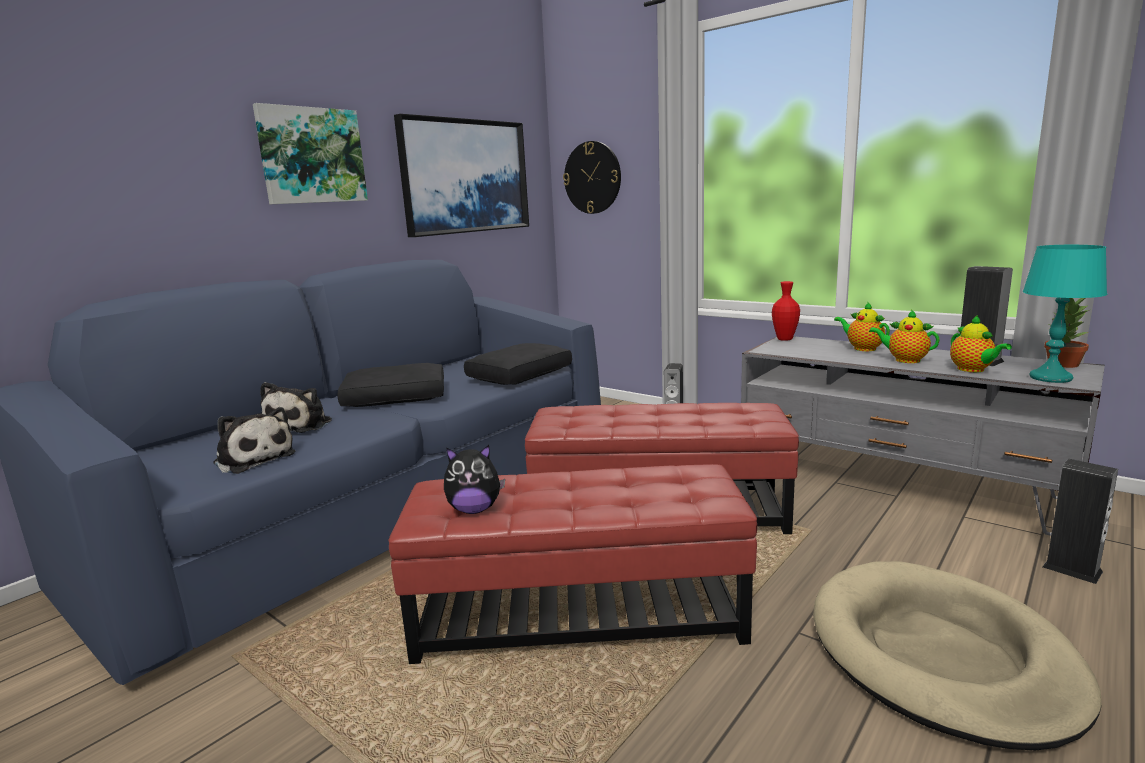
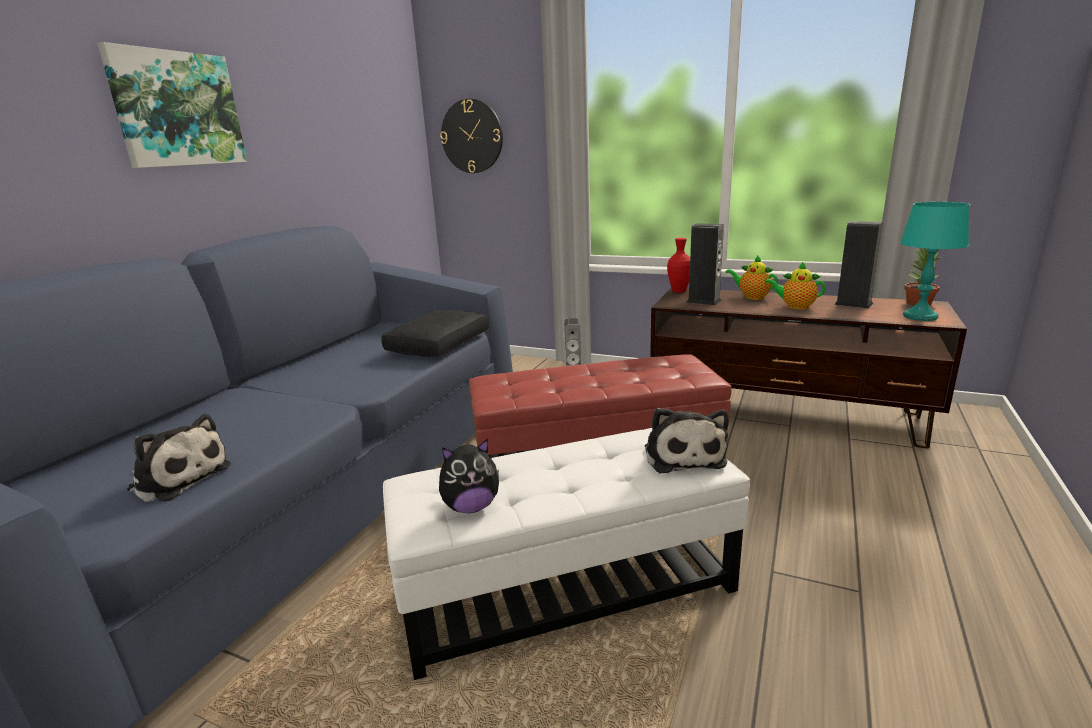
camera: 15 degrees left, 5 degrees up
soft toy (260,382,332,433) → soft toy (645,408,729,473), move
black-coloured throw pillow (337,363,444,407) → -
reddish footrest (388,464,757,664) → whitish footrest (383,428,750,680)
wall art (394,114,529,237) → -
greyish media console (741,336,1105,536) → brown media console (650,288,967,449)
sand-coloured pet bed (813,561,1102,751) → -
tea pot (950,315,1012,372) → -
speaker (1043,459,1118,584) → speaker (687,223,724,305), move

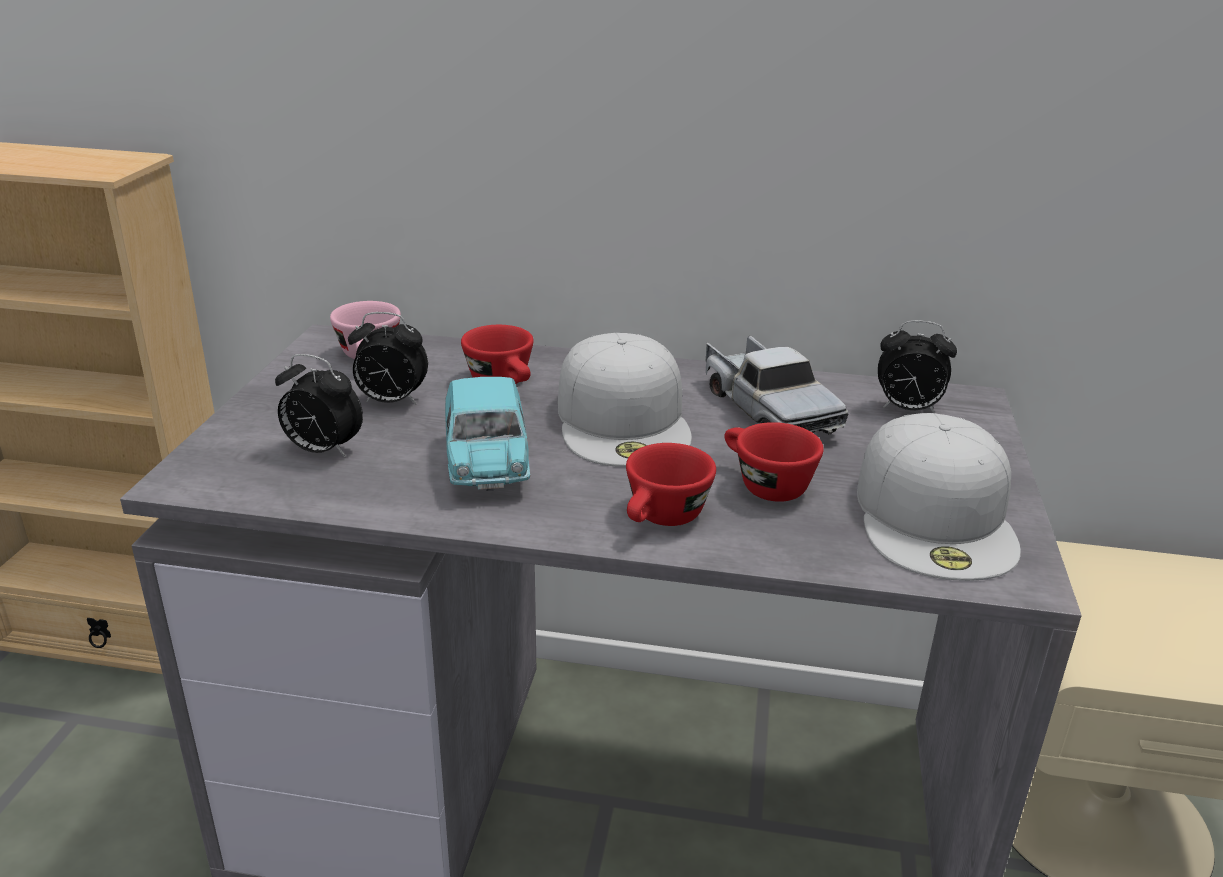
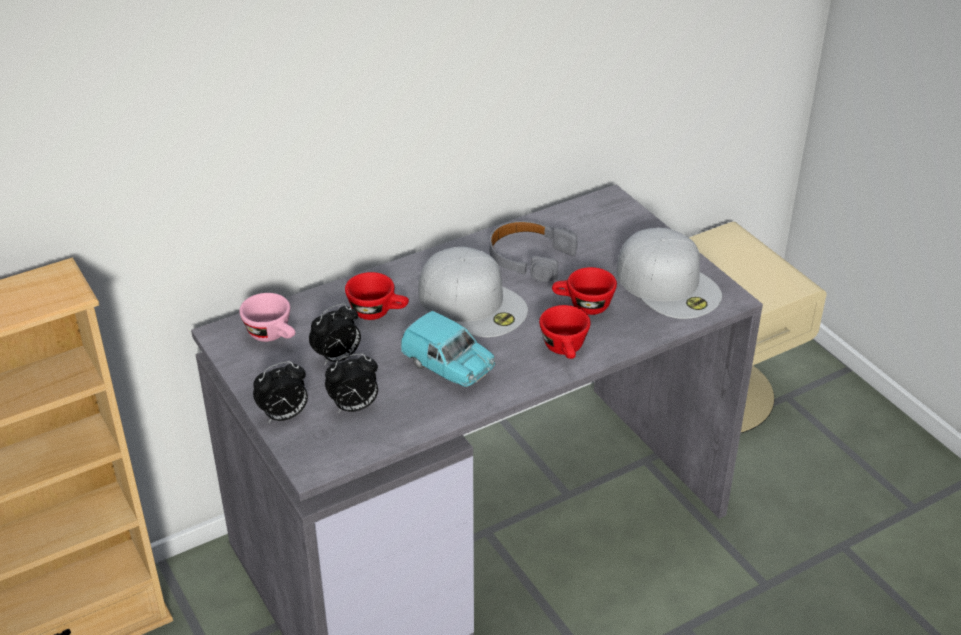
camera: 40 degrees left, 10 degrees up
model truck (706,336,849,435) → greyish headphones (490,221,578,282)
bedside clock (878,320,957,413) → bedside clock (253,361,308,423), move

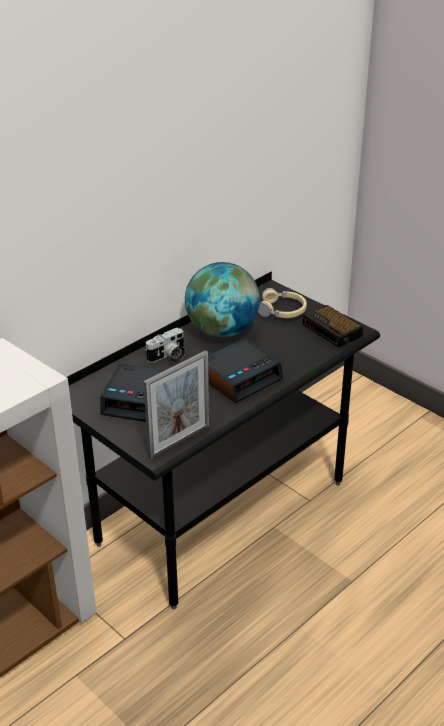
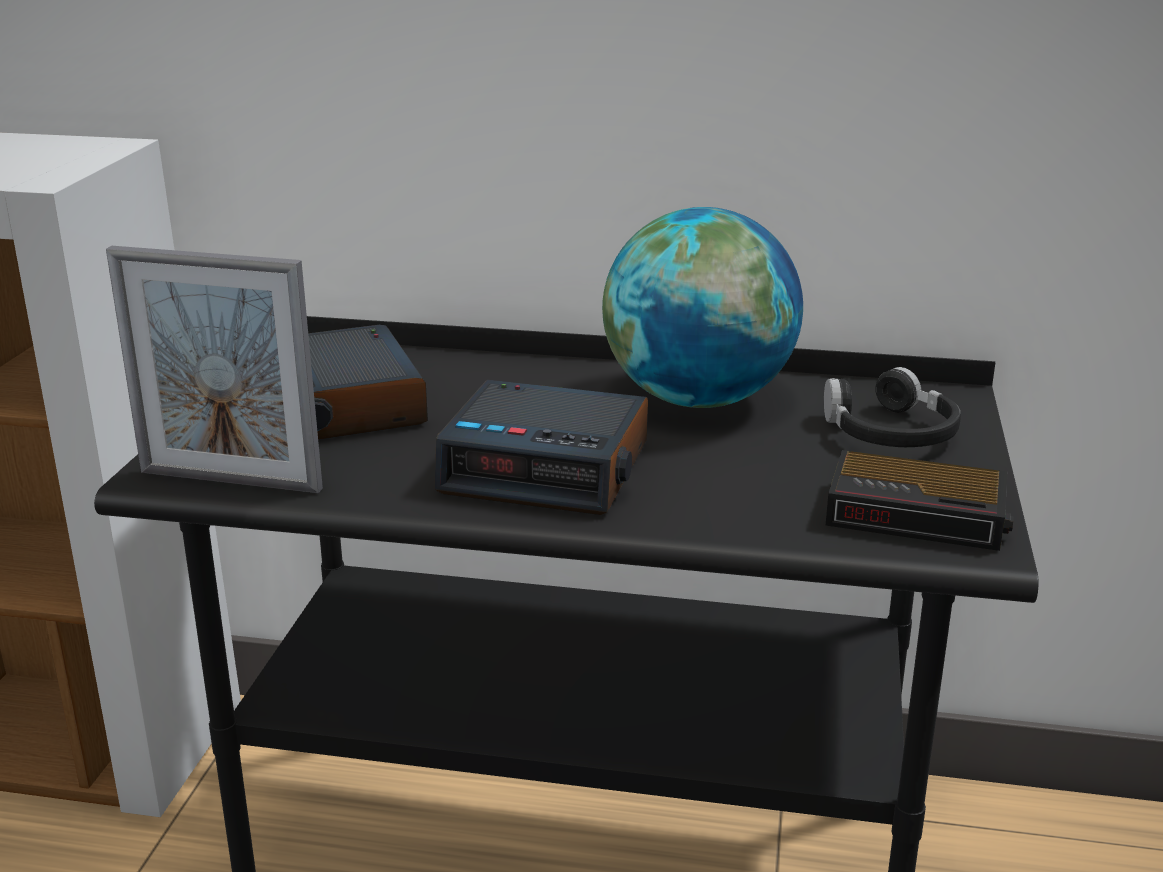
camera: 55 degrees right, 10 degrees down
still camera (145,328,185,363) → -
sand-coloured headphones (258,288,307,318) → black-coloured headphones (824,367,961,447)
bedside clock (303,305,363,347) → bedside clock (825,450,1014,551), 90 degrees counterclockwise

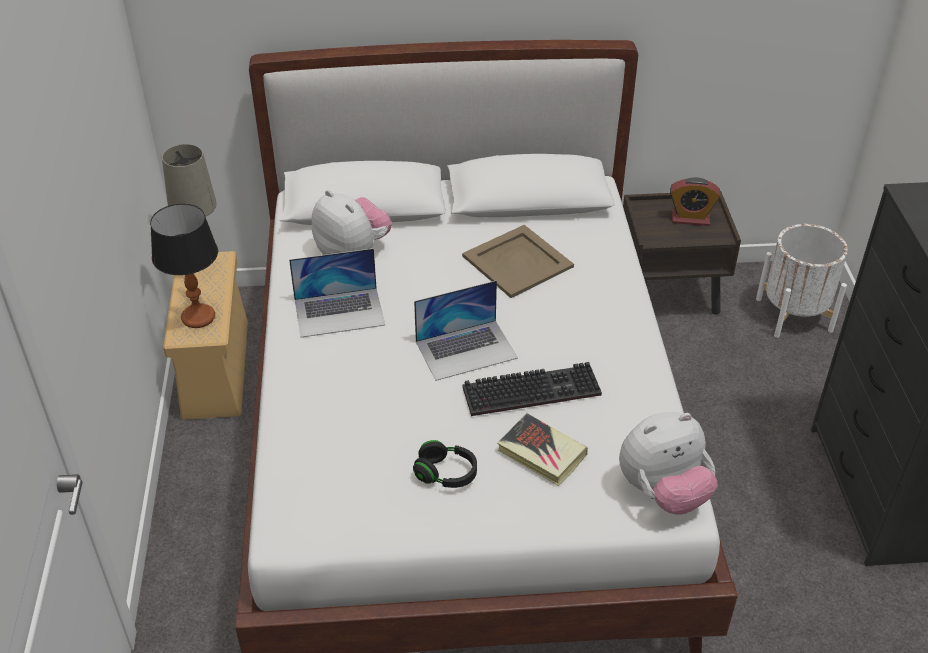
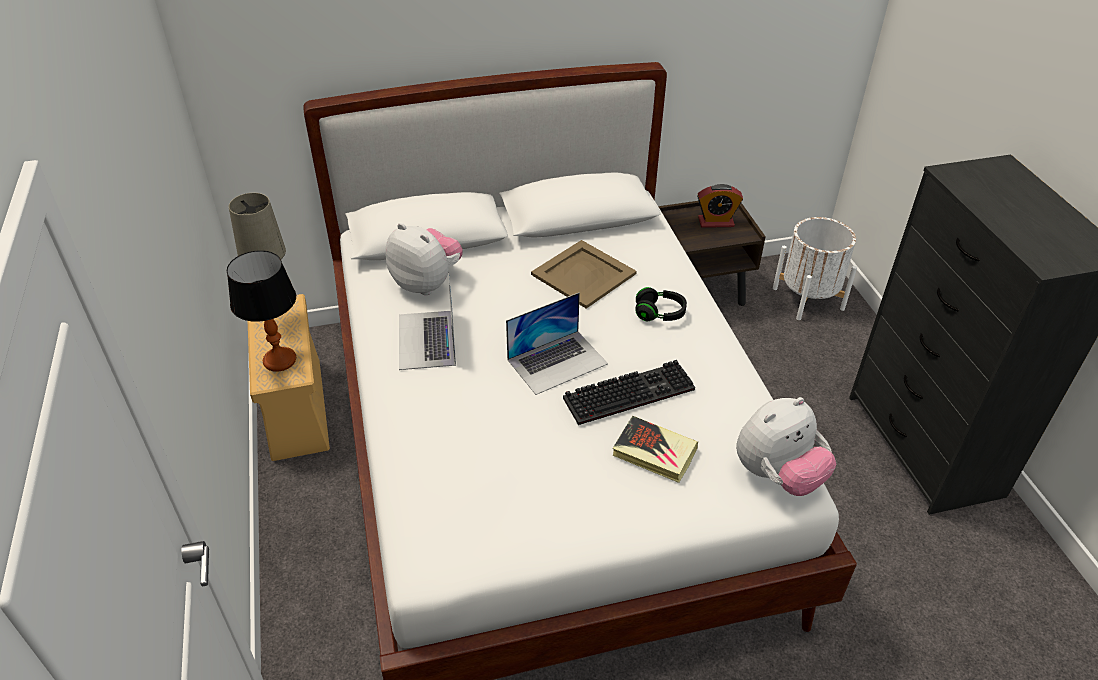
camera: 10 degrees left, 0 degrees up
notebook computer (289,248,385,337) → notebook computer (399,272,456,370), 105 degrees clockwise
black-coloured headphones (413,440,477,488) → black-coloured headphones (636,287,687,321), move

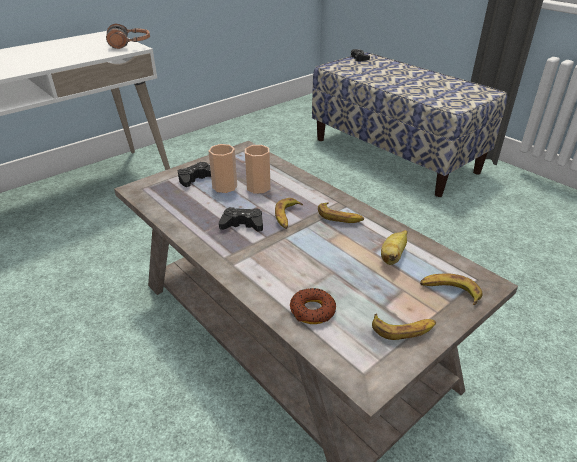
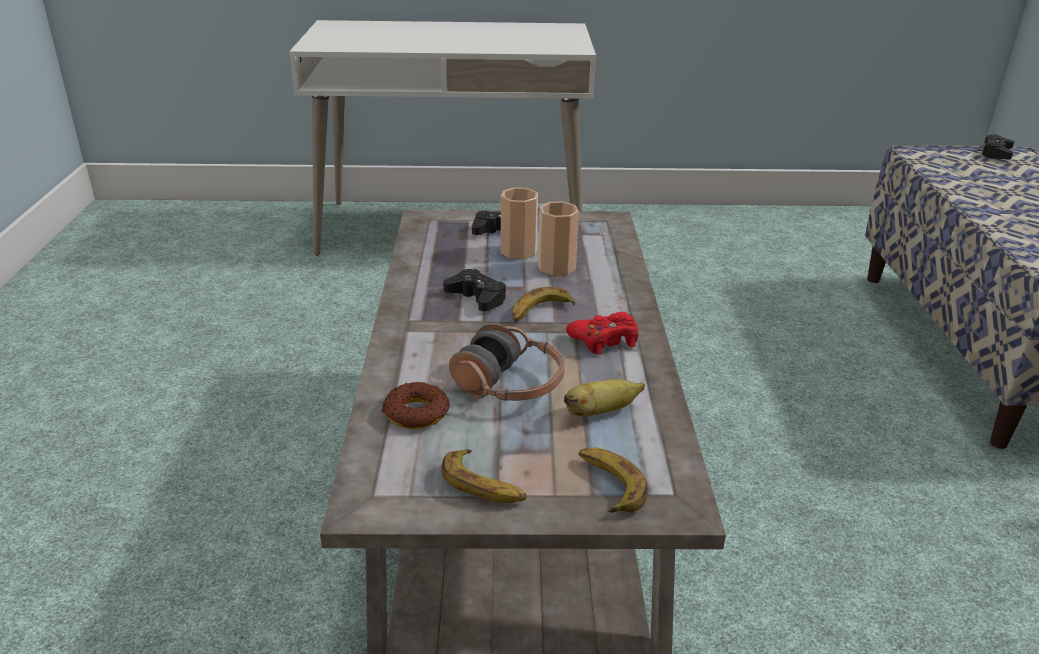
camera: 40 degrees right, 5 degrees down
headphones (106,24,150,49) → headphones (449,324,565,401), move
banana (318,202,364,223) → reddish joypad (566,312,638,355)

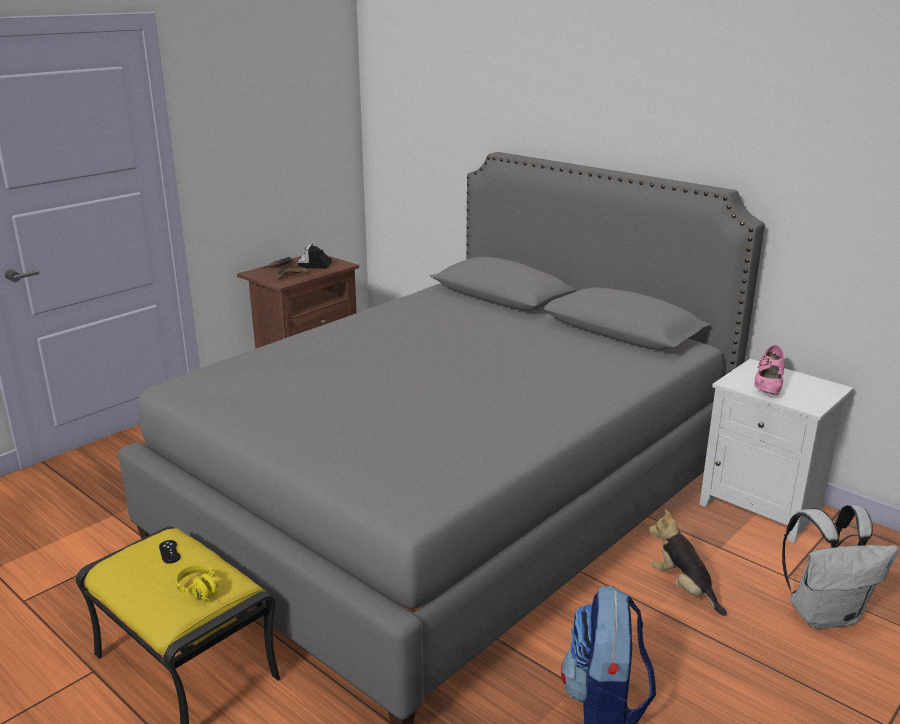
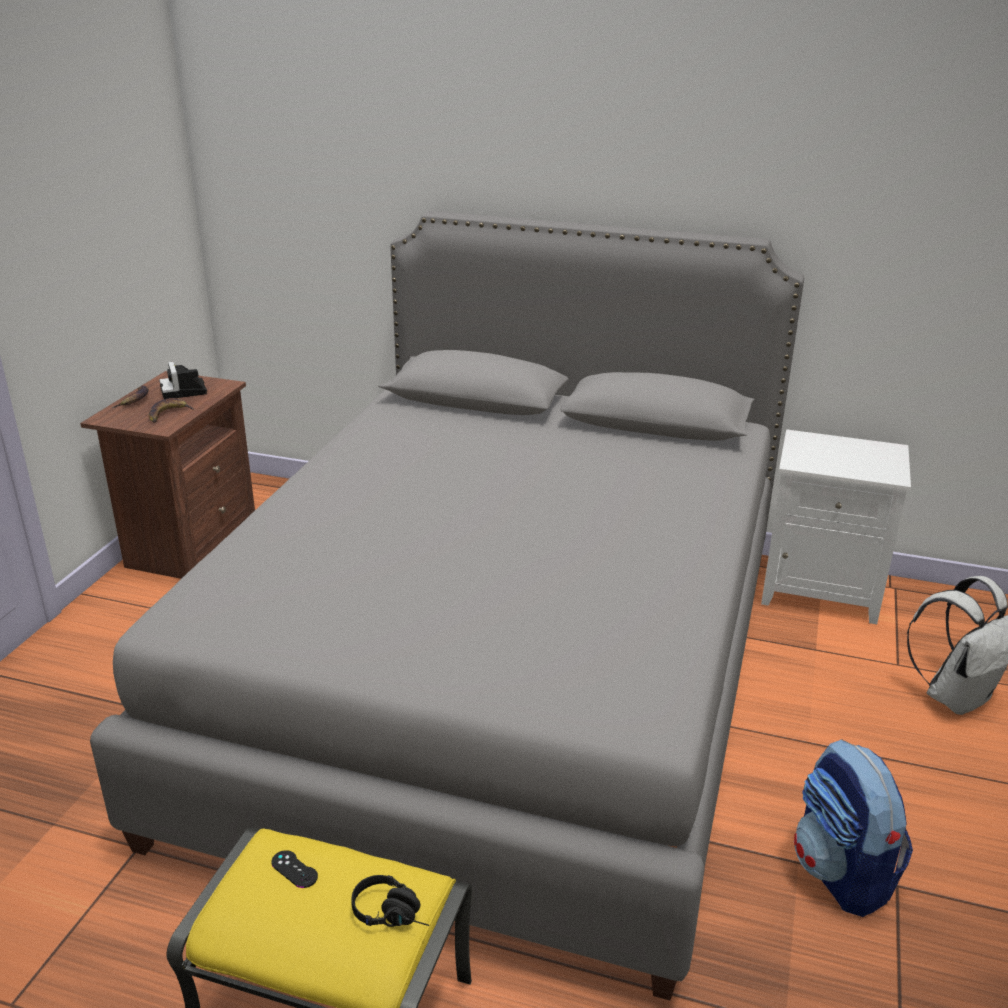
camera: 25 degrees left, 5 degrees up
yellowish headphones (176,565,218,602) → black-coloured headphones (351,875,429,927)
soft toy (649,509,727,616) → -
pinkish item of footwear (754,345,785,395) → -

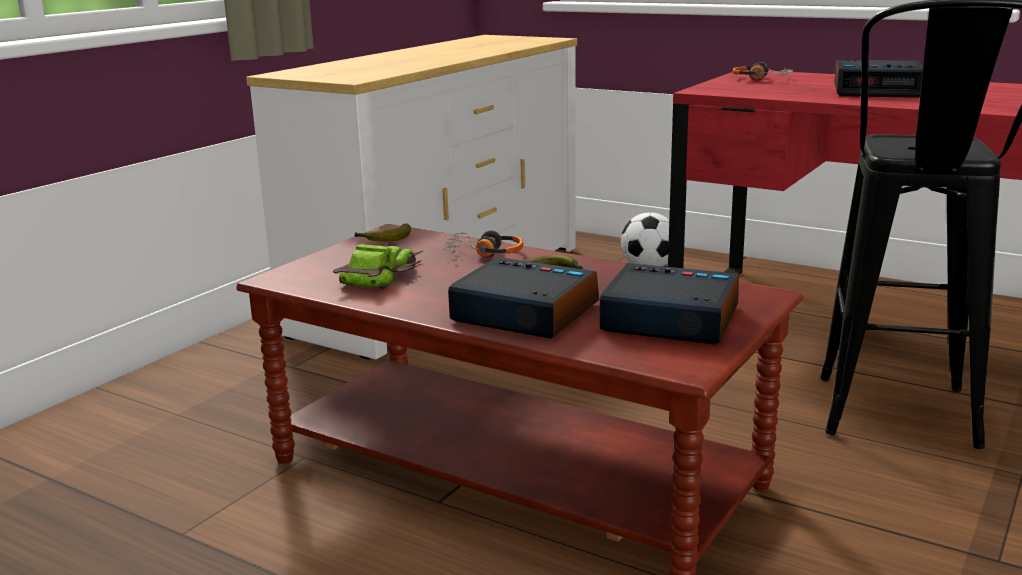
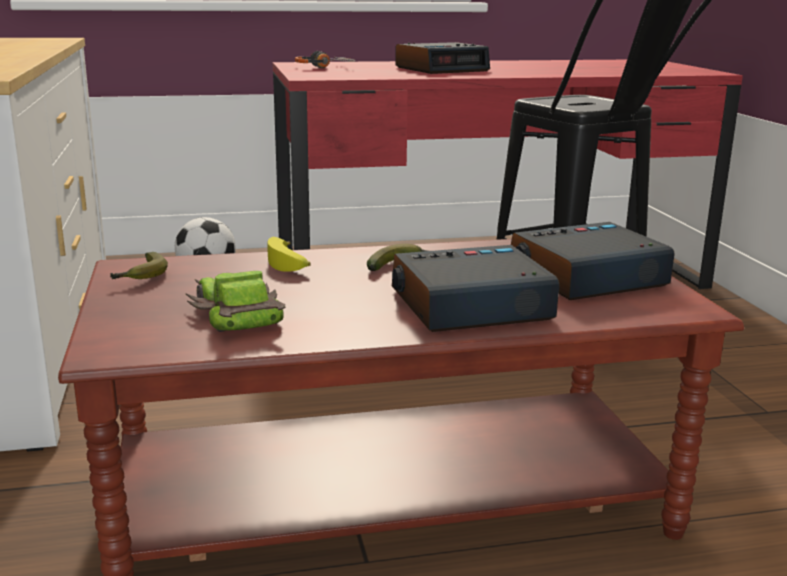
camera: 45 degrees left, 0 degrees up
headphones (444,230,523,258) → banana (267,237,311,272)

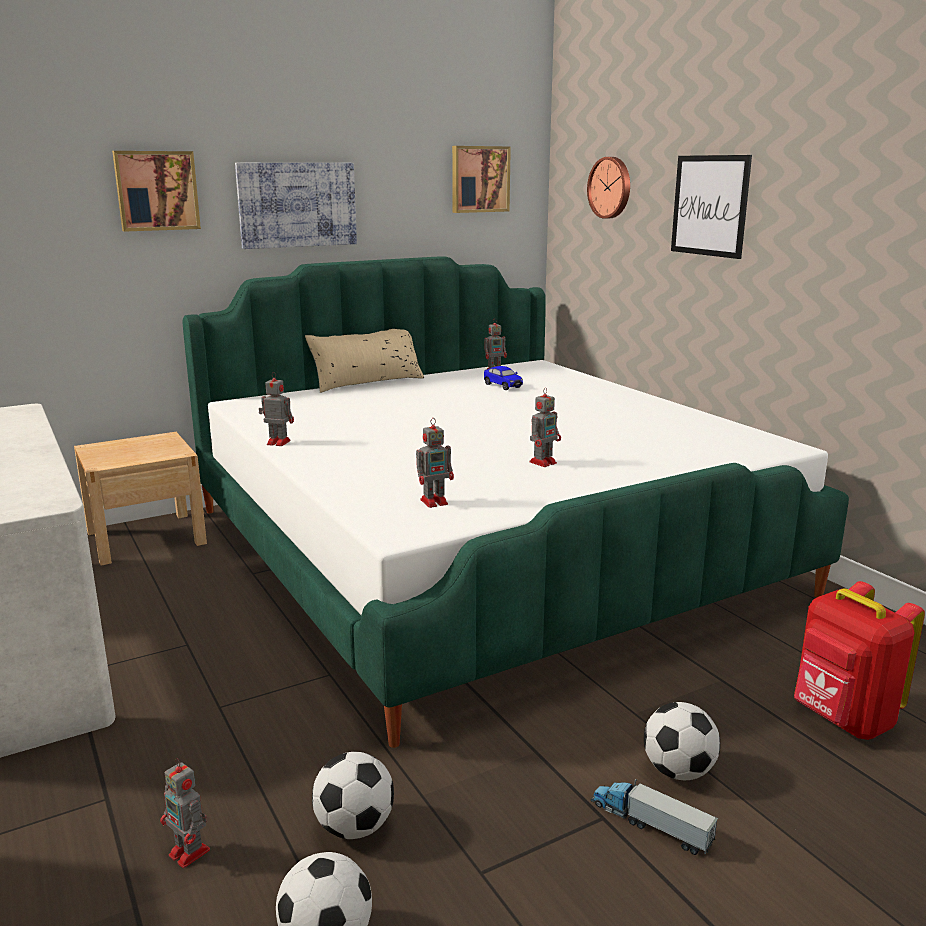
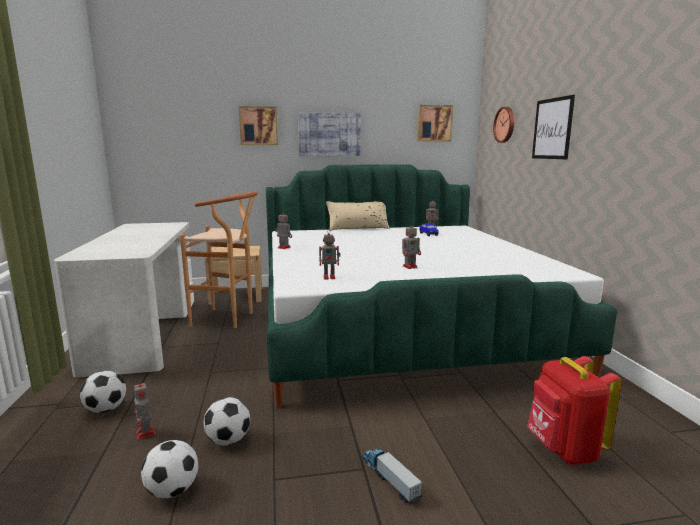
camera: 20 degrees right, 5 degrees down
football ball (644,702,720,780) → football ball (80,371,126,413), move
- → brown sitting stool (180,192,258,328)

